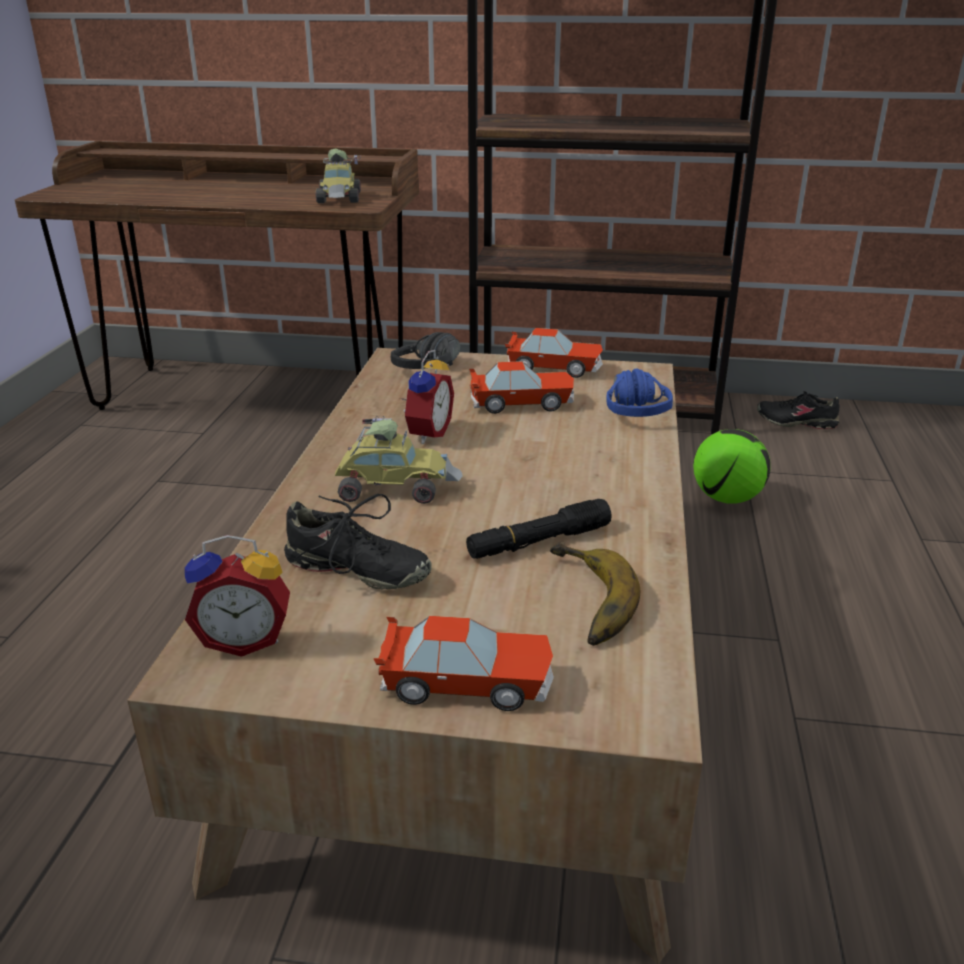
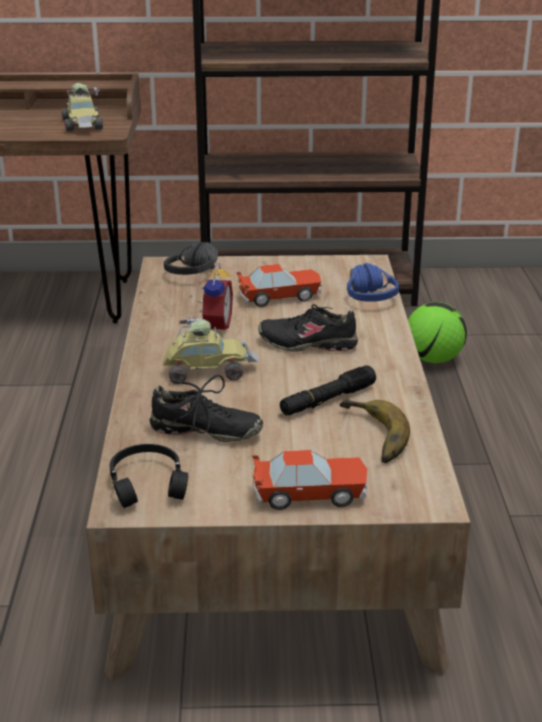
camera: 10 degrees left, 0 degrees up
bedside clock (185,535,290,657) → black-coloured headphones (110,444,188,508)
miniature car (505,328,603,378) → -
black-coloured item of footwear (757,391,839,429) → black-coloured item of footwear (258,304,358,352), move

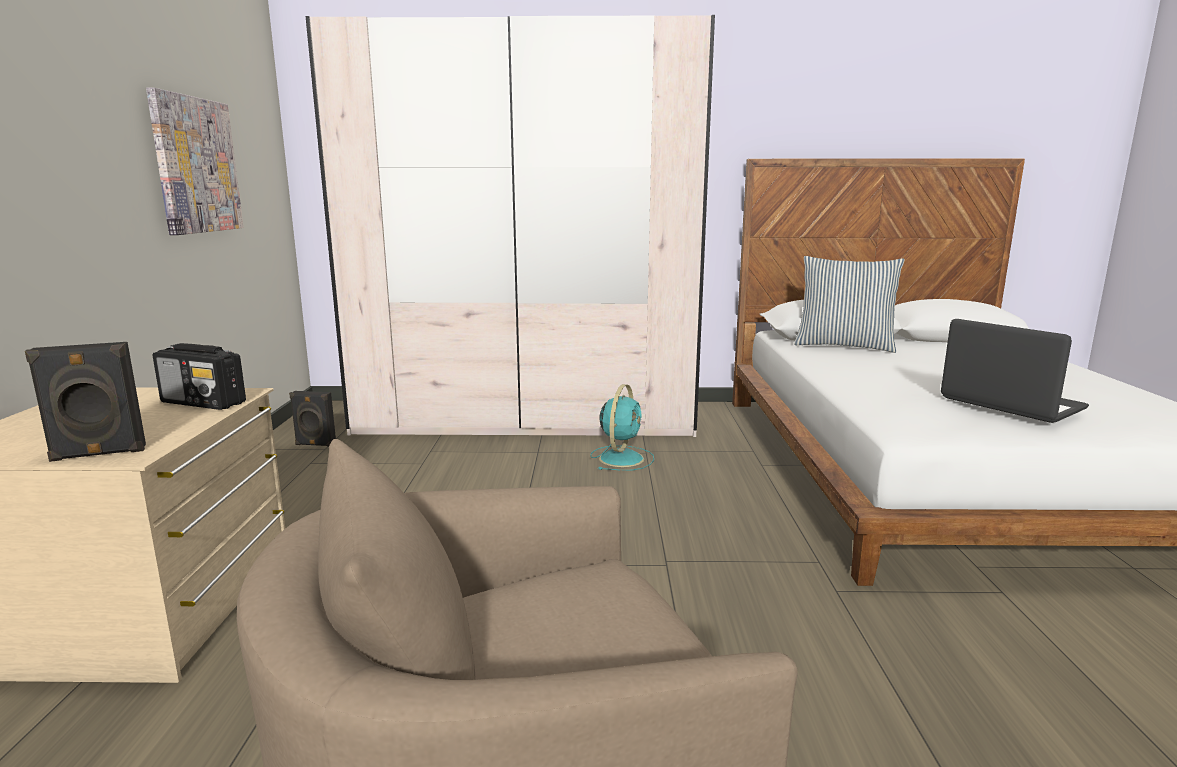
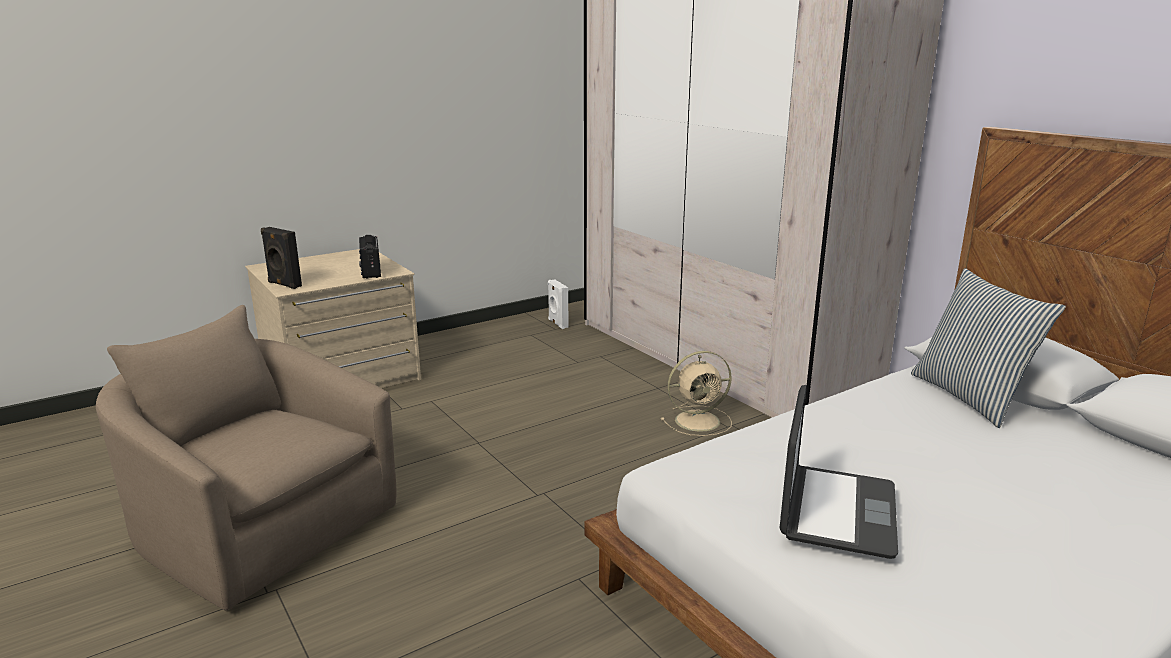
camera: 55 degrees right, 5 degrees up
wall art (146,88,244,235) → -
black-coloured speaker (289,391,336,447) → whitish speaker (548,280,569,329)
blue-green cooling fan (590,384,654,470) → sand-coloured cooling fan (661,351,732,436)

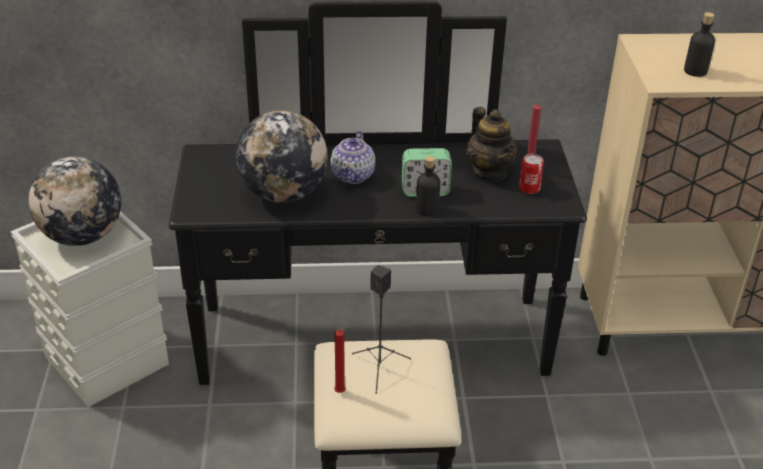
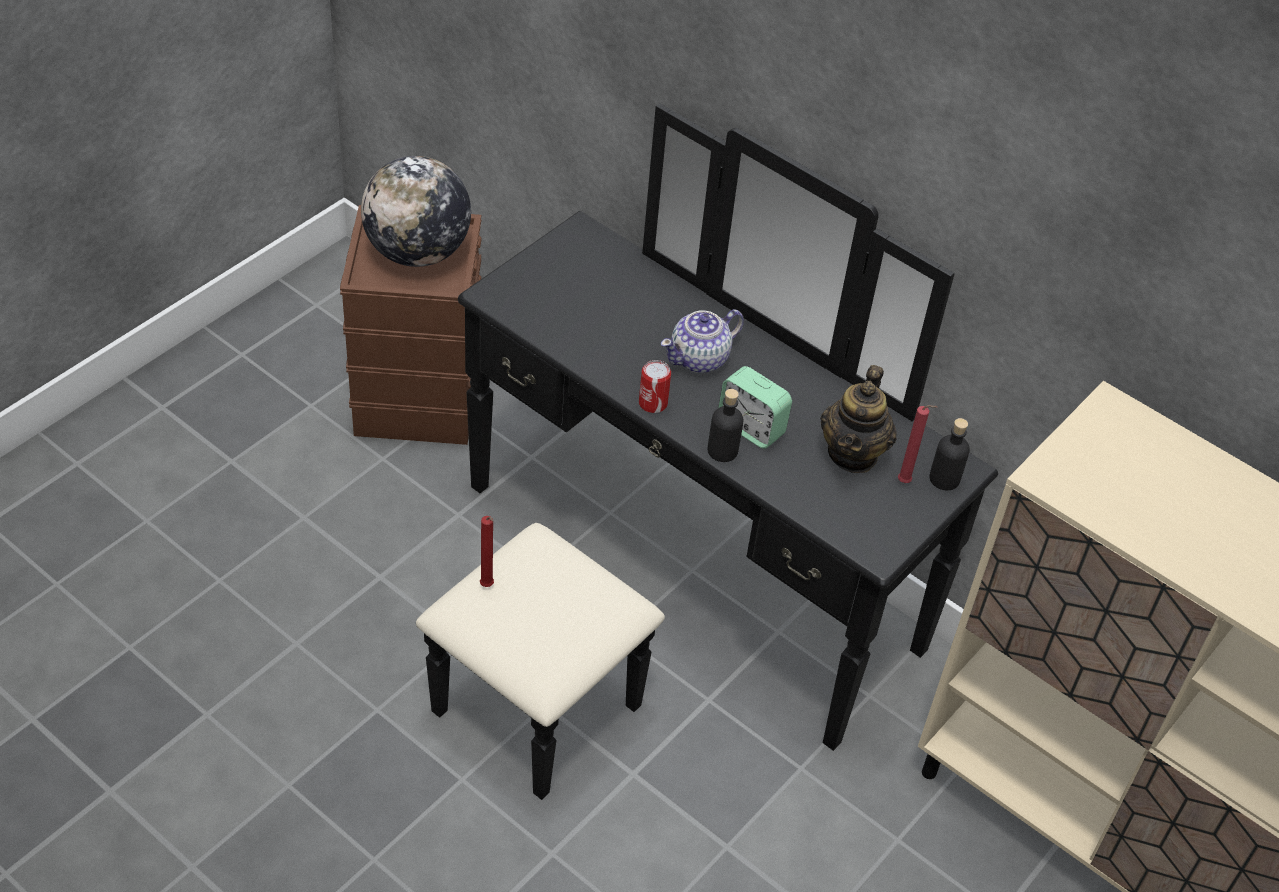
camera: 40 degrees right, 10 degrees up
greyish storage bin (10,211,169,407) → brown storage bin (340,205,482,445)
globe (236,110,328,203) → -
black-coloured speaker (352,265,411,394) → -
can (519,154,544,194) → can (639,360,671,413), move
black-coloured drink bottle (684,12,715,77) → black-coloured drink bottle (929,418,970,490), move

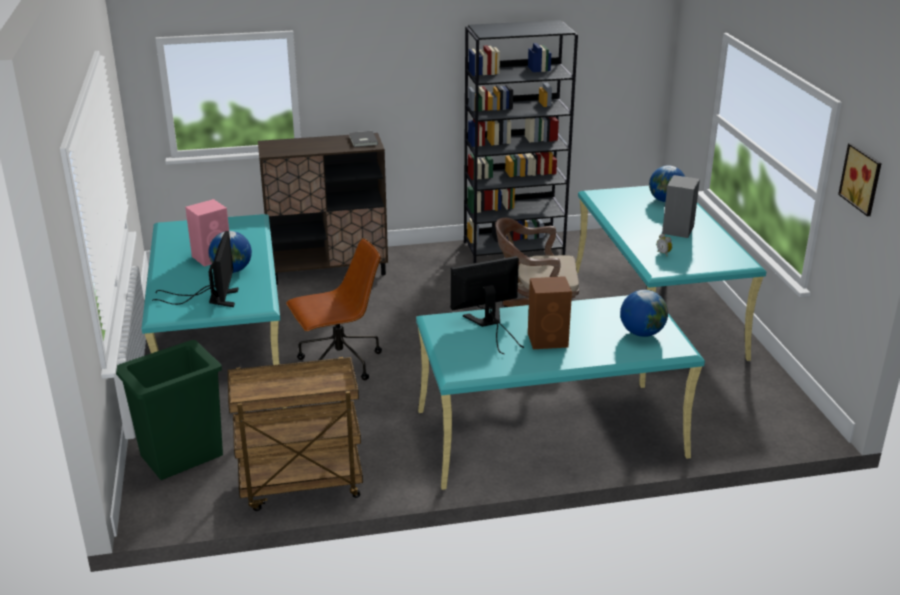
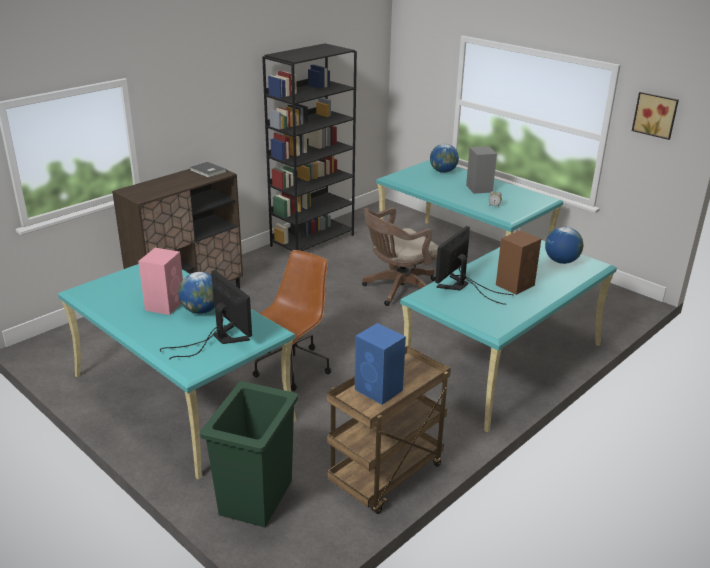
camera: 35 degrees left, 0 degrees up
- → bluish speaker (355,323,406,405)

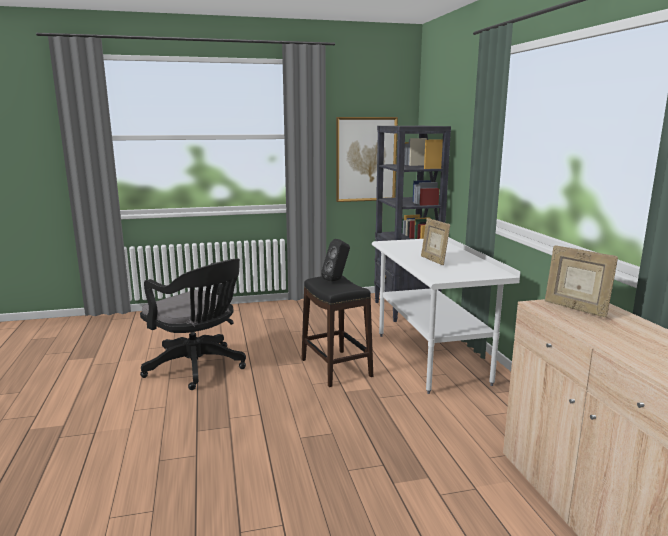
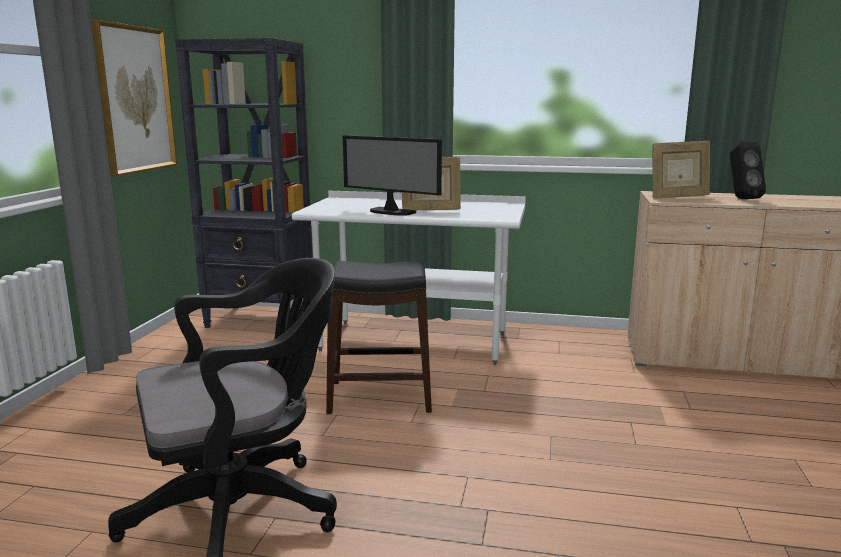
camera: 65 degrees left, 0 degrees up
black-coloured speaker (321,239,350,281) → black-coloured speaker (730,140,766,199), move
- → computer screen (343,135,442,216)

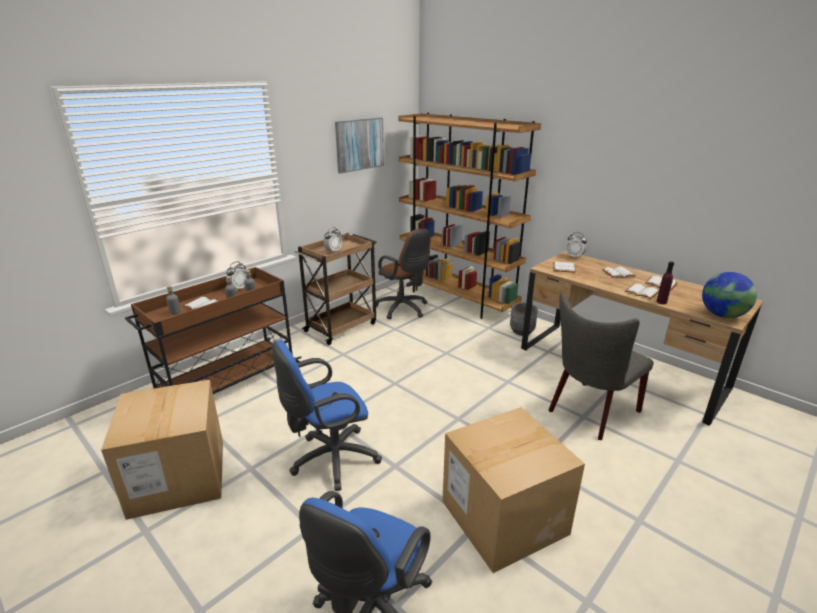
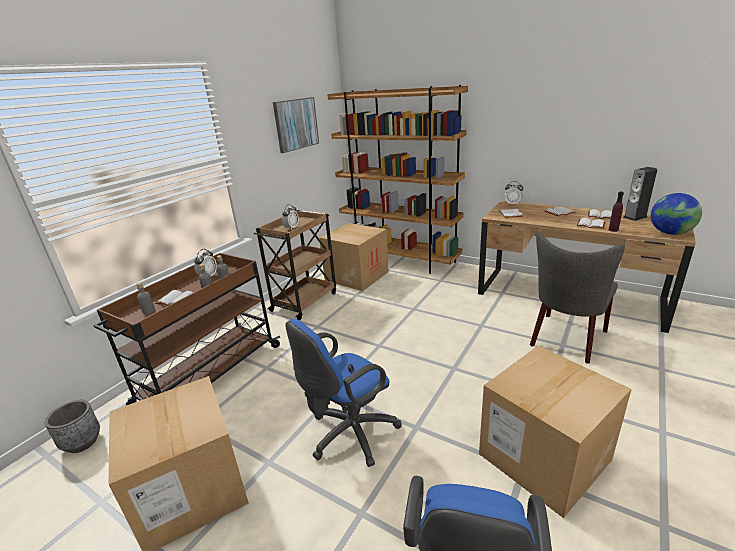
camera: 10 degrees left, 0 degrees up
brown office chair (376,229,431,319) → carton (319,223,389,291)
greyish planter (510,302,538,336) → greyish planter (44,400,100,453), move
- → speaker (623,167,657,221)

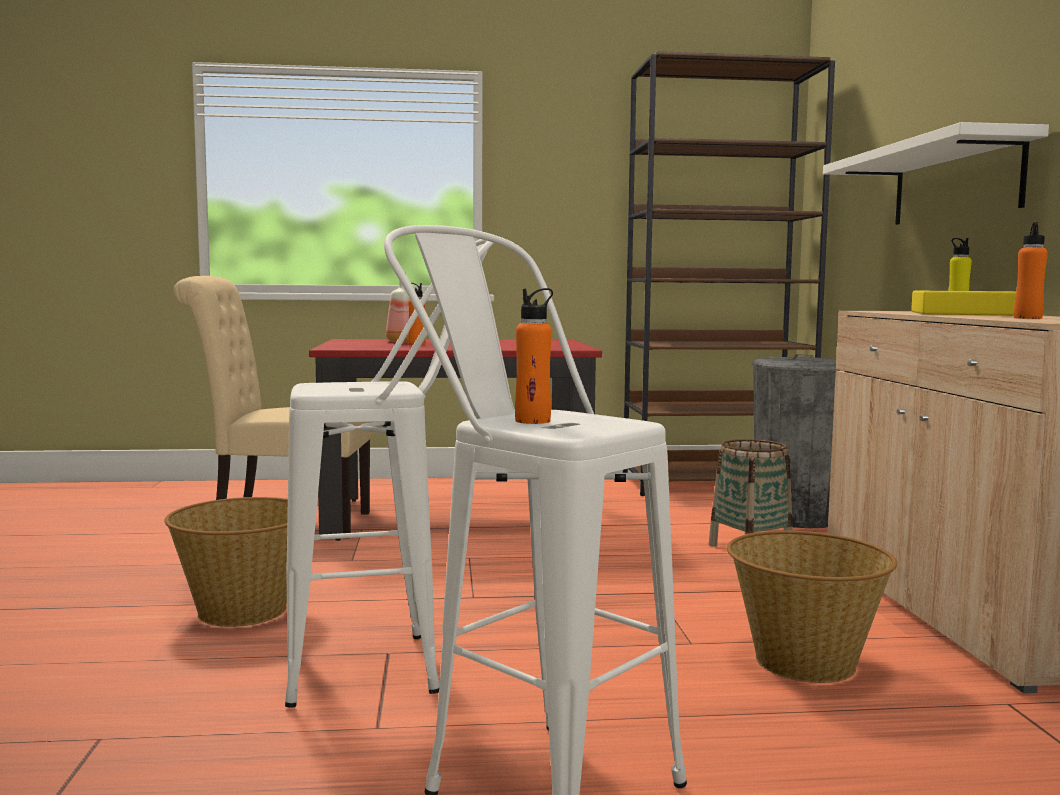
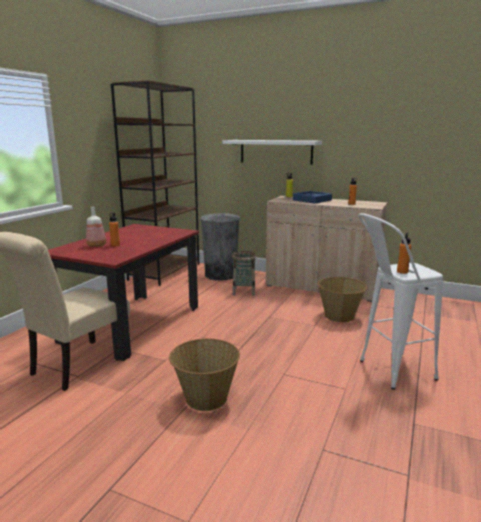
camera: 60 degrees left, 10 degrees up
whitish sitting stool (285,239,493,708) → -
yellowish serving tray (911,290,1016,316) → bluish serving tray (293,191,332,204)

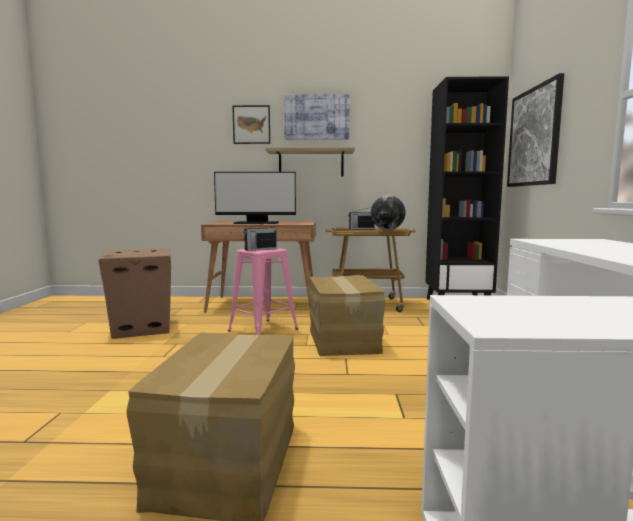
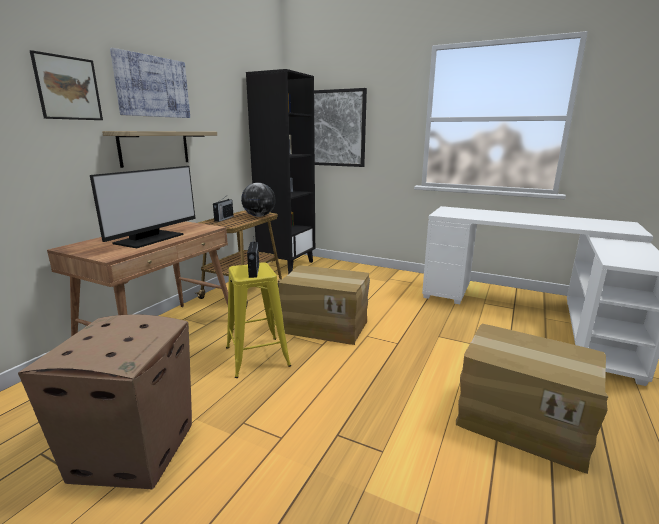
camera: 65 degrees left, 10 degrees up
pinkish sitting stool (228,248,298,335) → yellowish sitting stool (226,263,291,378)

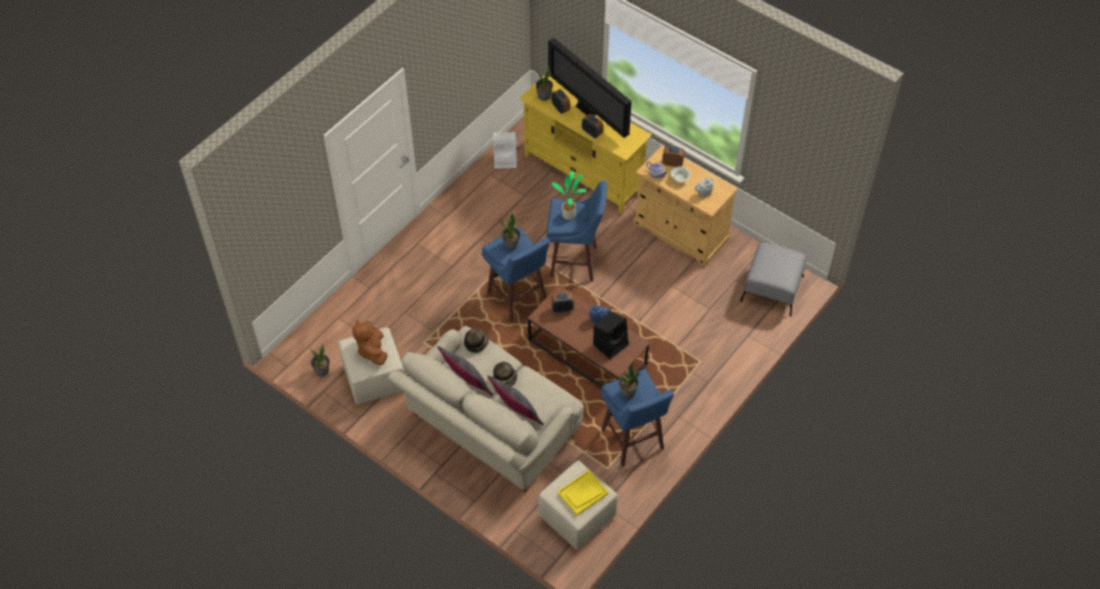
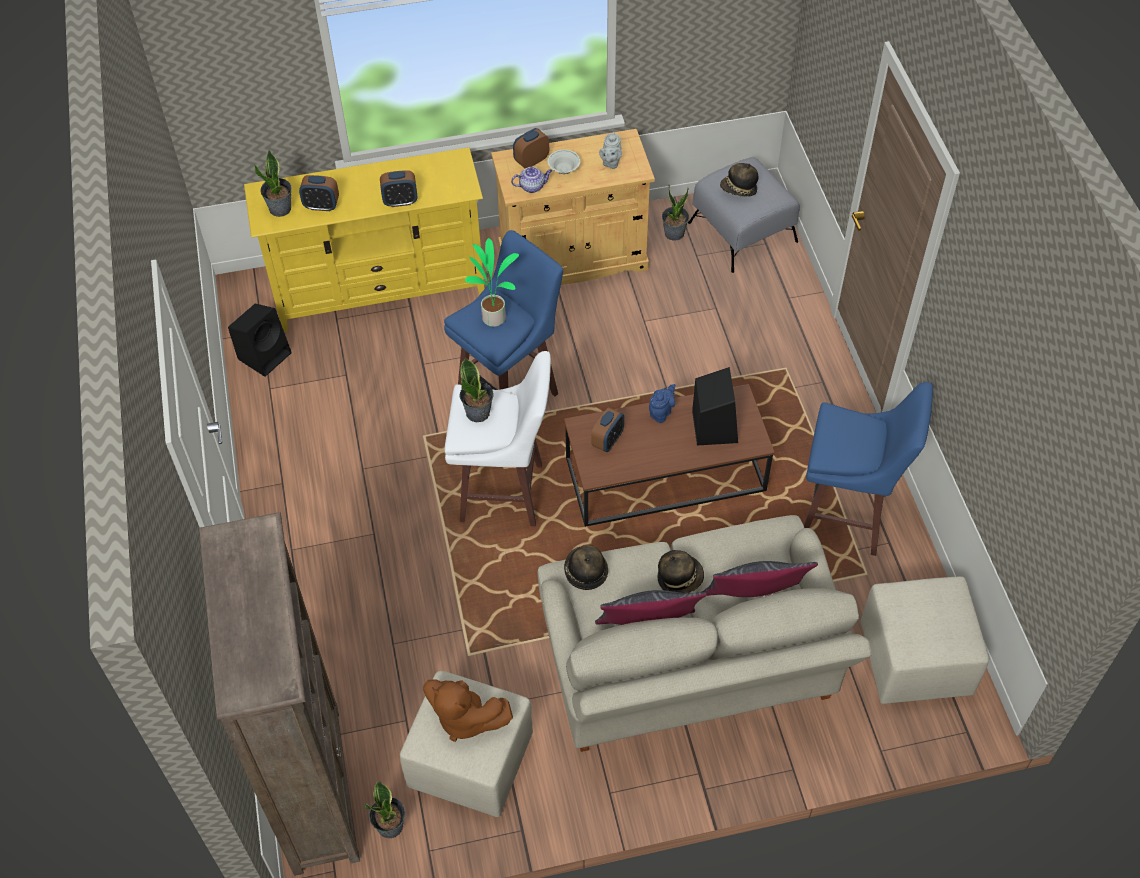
camera: 50 degrees left, 0 degrees up
bluish sitting stool (482,227,550,322) → whitish sitting stool (445,351,551,526)
whitish speaker (493,132,517,169) → black-coloured speaker (228,304,292,377)
TV set (548,37,632,138) → -
yellowish serving tray (557,470,609,516) → -
plant in a pot (619,362,640,398) → plant in a pot (662,185,689,241), move
- → brown bookshelf (199,512,360,876)
- → wearable hat (720,163,759,197)

